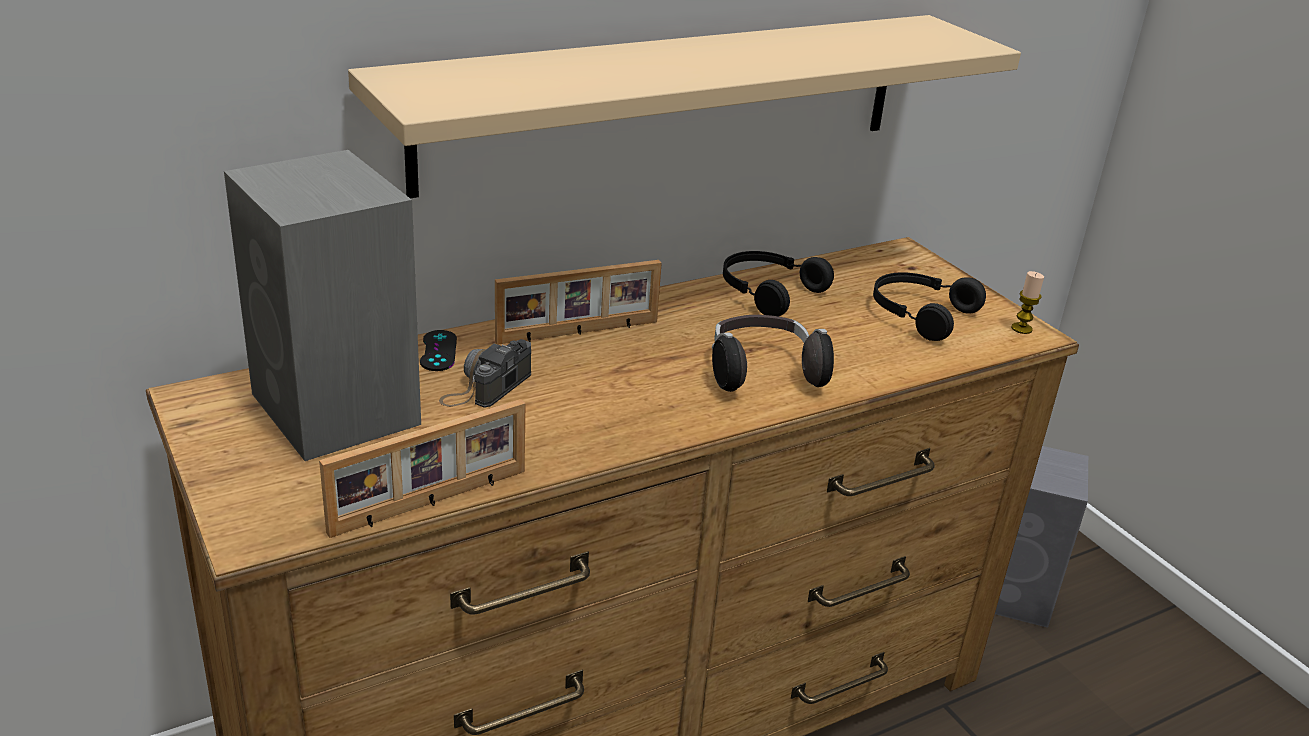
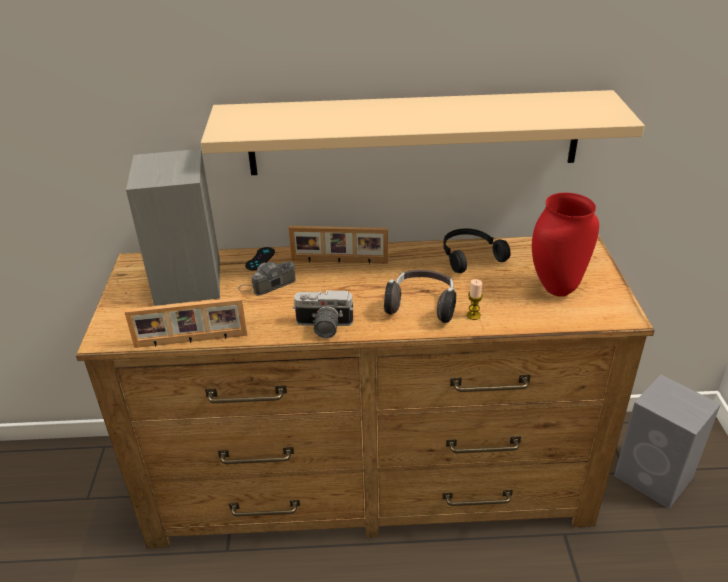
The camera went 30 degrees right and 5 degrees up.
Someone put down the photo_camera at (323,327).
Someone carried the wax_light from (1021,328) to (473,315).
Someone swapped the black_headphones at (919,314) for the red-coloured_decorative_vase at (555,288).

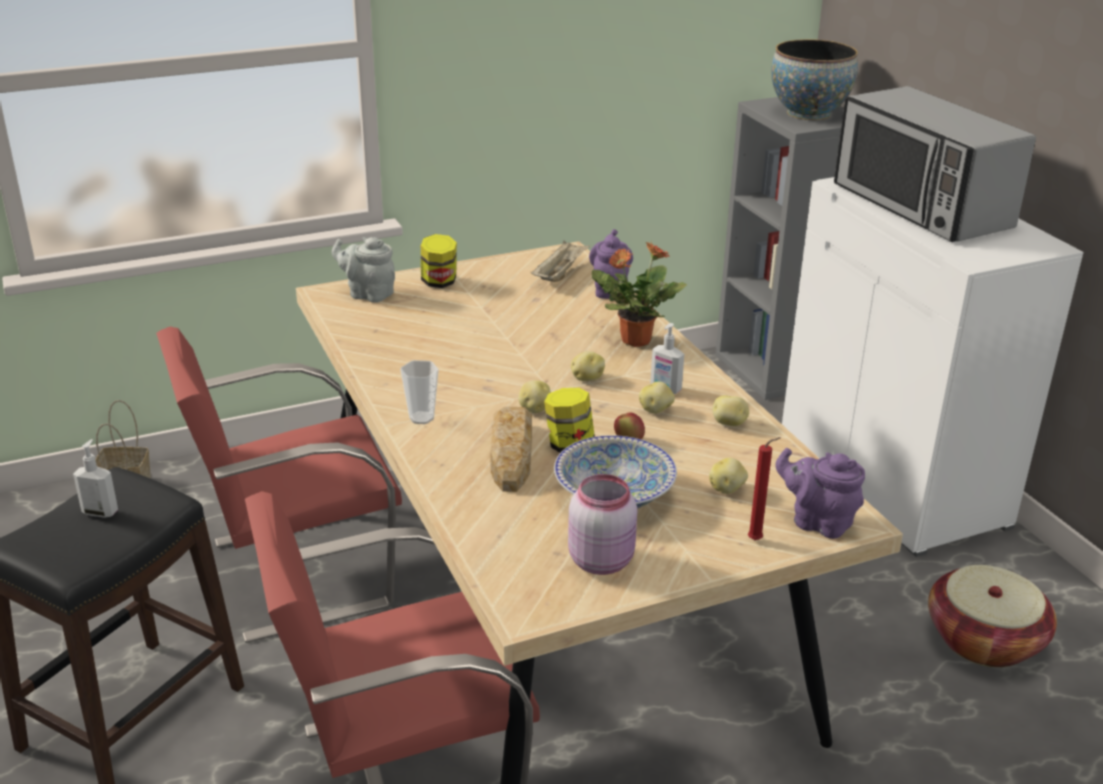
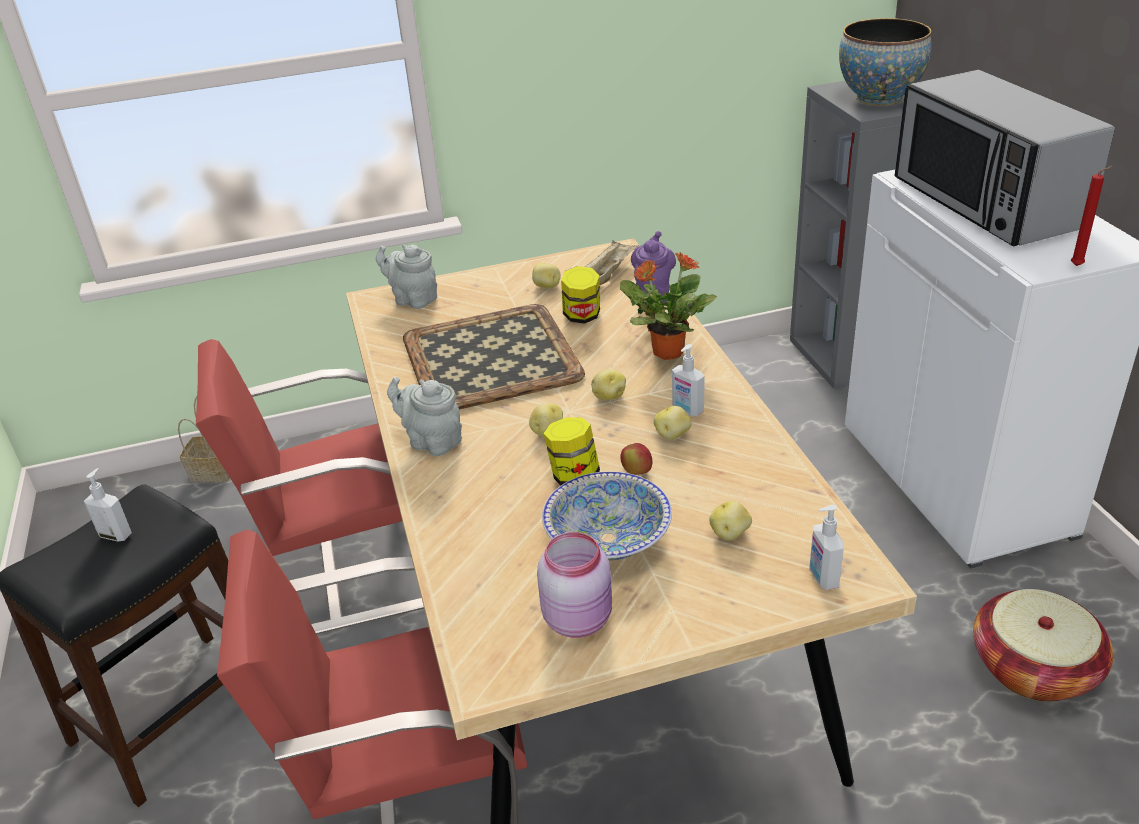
The camera went 10 degrees right and 5 degrees up.
Someone took away the bakery_bread at (511,455).
Someone put down the serving_tray at (493,358).
Someone carried the preserve_jar from (439,282) to (582,316).
Someone carried the whole_potato from (729,423) to (547,286).
Someone carried the red-coloured_wax_light from (757,540) to (1079,266).
Someone swapped the drinking_cup at (421,418) for the gray_teapot at (432,441).
Someone swapped the purplish_teapot at (817,522) for the soap_dispenser at (822,578).

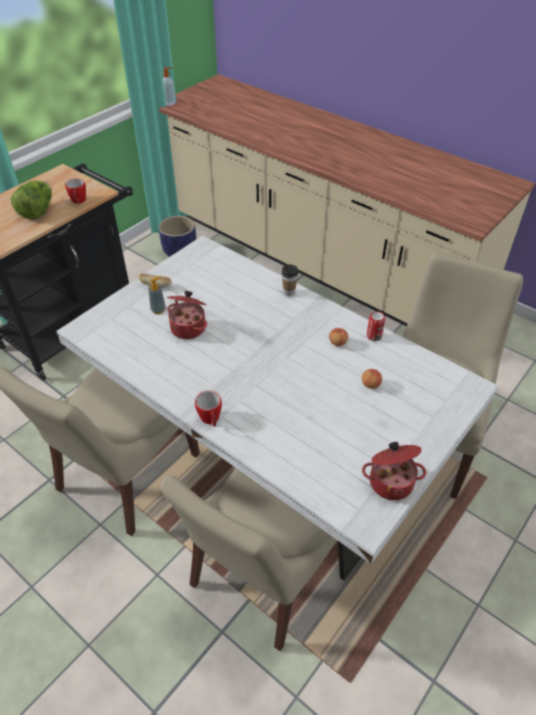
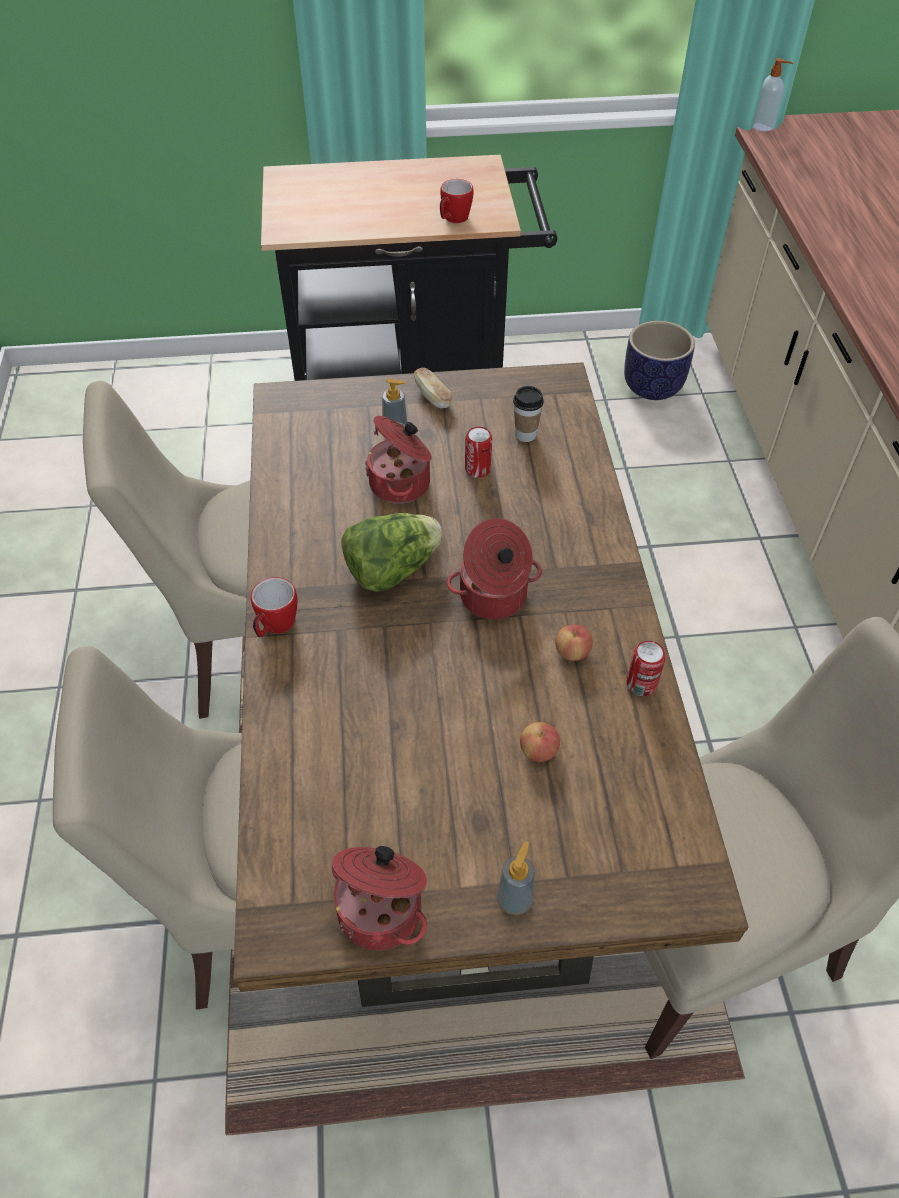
The camera went 45 degrees right and 5 degrees up.
Someone put down the cooking_pot at (493,597).
Someone put down the metal_can at (477,469).
Someone put down the soap_dispenser at (514,899).
Someone carried the head_of_lettuce from (38,211) to (392,570).
Someone carried the drinking_cup from (289,292) to (525,435).
Someone repainted the whitish_kitchen_table at (269,460), which became the brownish_kitchen_table at (451,765).

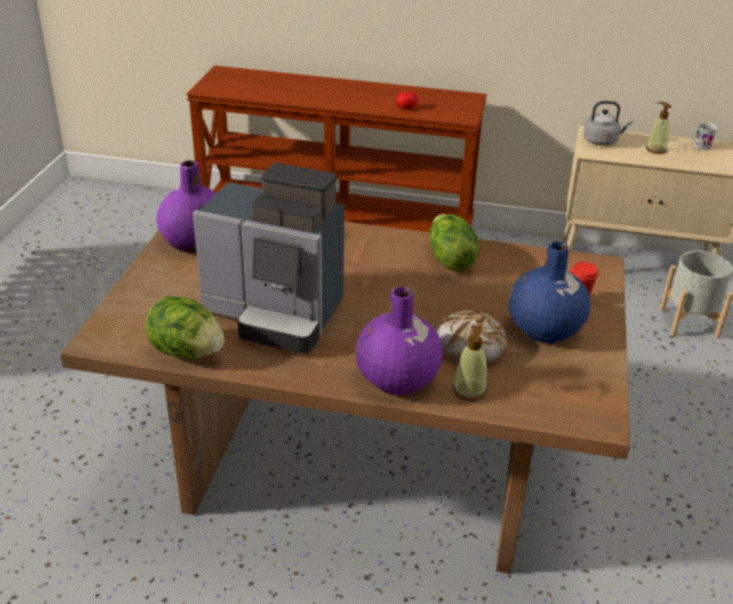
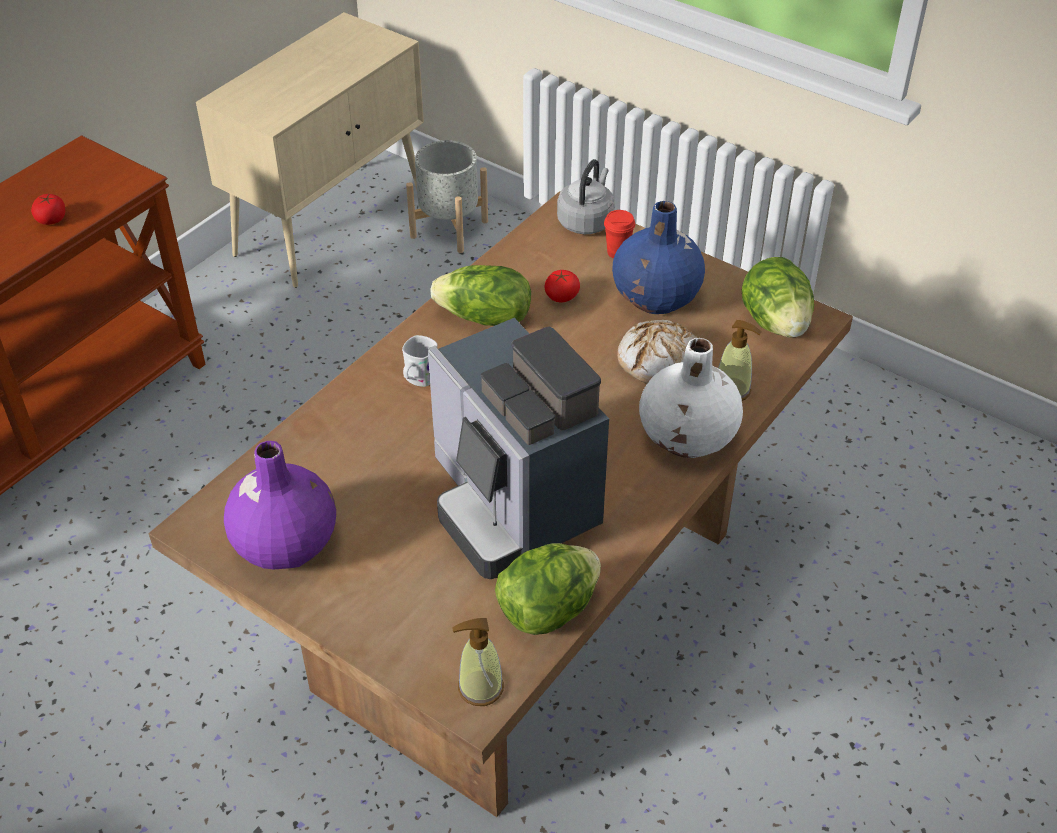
The camera went 65 degrees left and 10 degrees up.
Someone put down the fresh_tomato at (561,296).
Someone put down the head_of_lettuce at (775,323).
Someone carried the gray_water_kettle from (602,141) to (586,221).
Someone carried the soap_dispenser from (655,149) to (480,687).
Someone carried the whitish_tea_mug from (699,146) to (418,379).
Someone repainted the purplish_decorative_vase at (397,379), which became the whitish_decorative_vase at (688,437).
Someone rotated the coffee_brewer at (276,314) by 105 degrees clockwise.

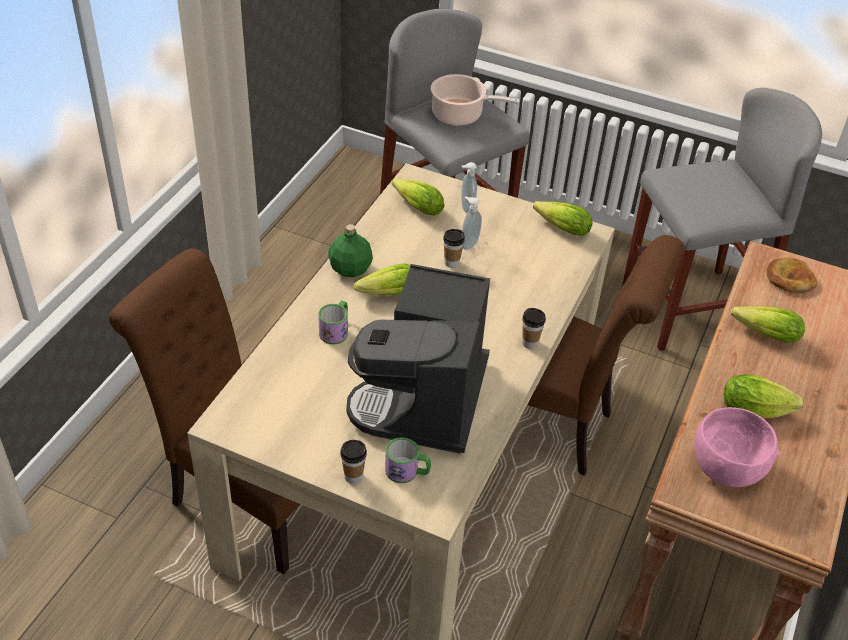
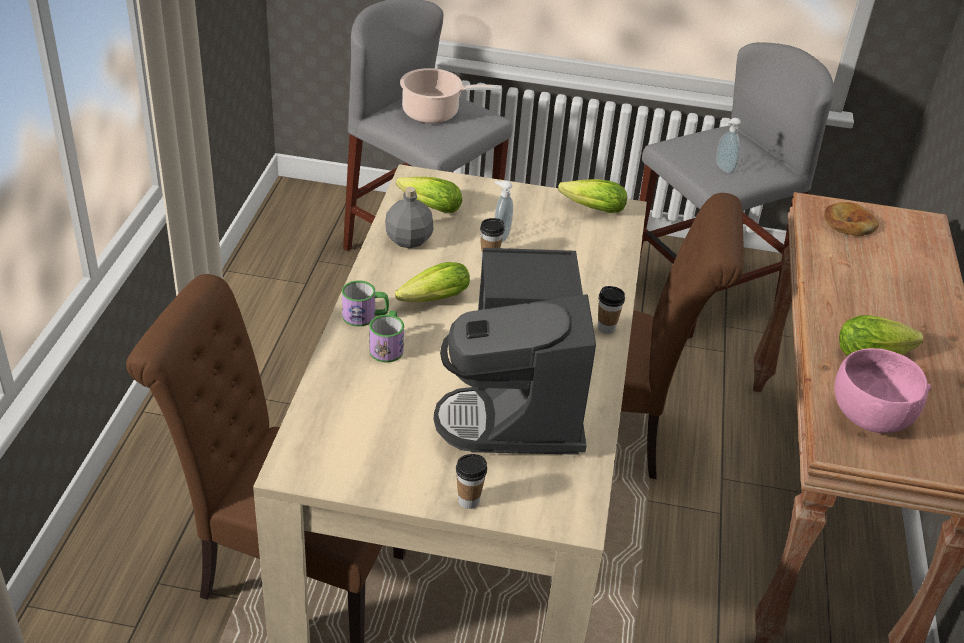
The camera went 15 degrees left and 5 degrees down.
Someone took away the green_beverage_bottle at (350,269).
Someone took away the head_of_lettuce at (762,333).
Someone put down the gray_beverage_bottle at (408,239).
Someone carried the tea_mug from (407,471) to (365,316).
Someone carried the soap_dispenser from (466,209) to (723,169).

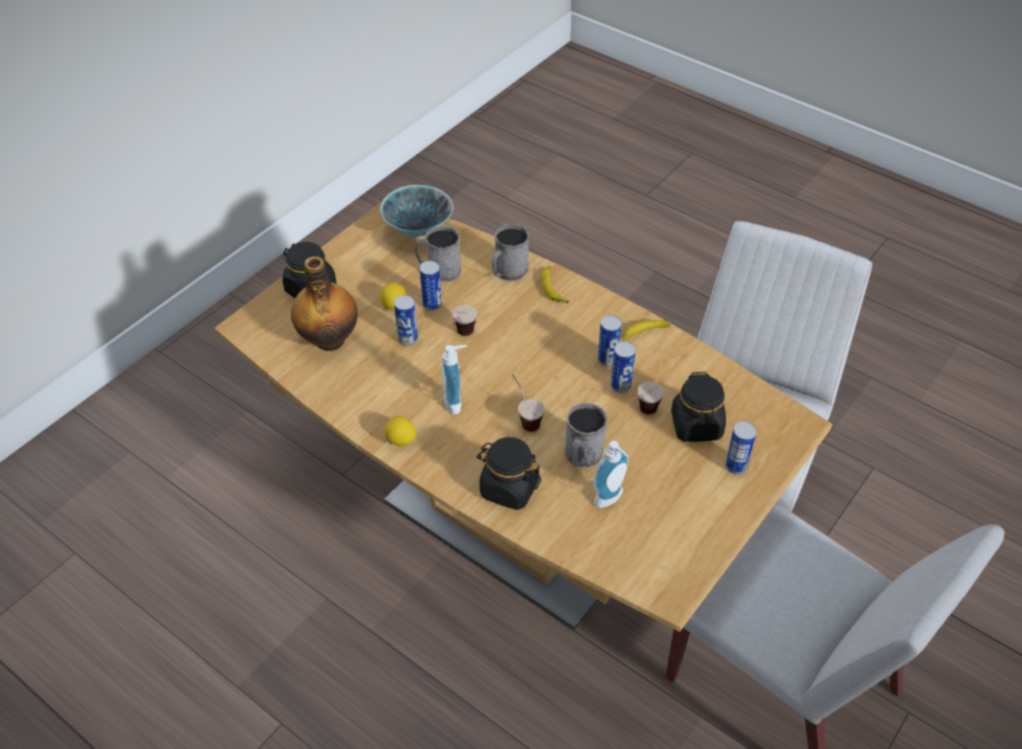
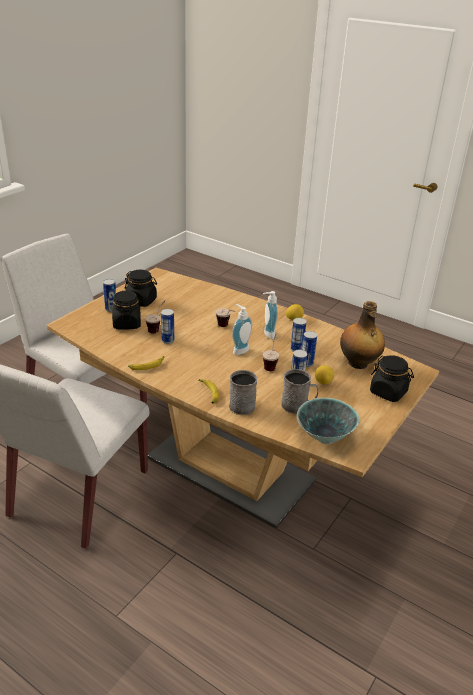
The camera went 175 degrees right and 15 degrees down.
Someone took away the gray_tea_mug at (582,456).
Someone carried the black_preserve_jar from (509,488) to (141,301).
Someone carried the soap_dispenser from (611,500) to (239,350).
Someone carried the metal_can from (607,359) to (296,349).

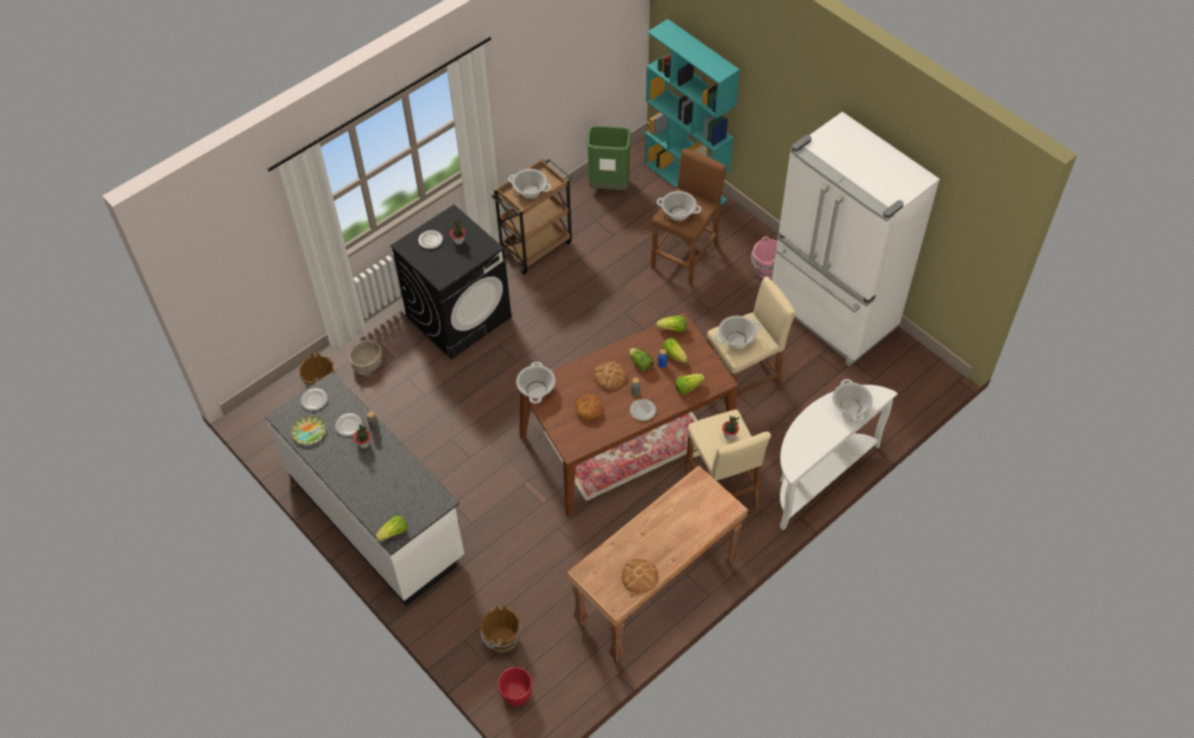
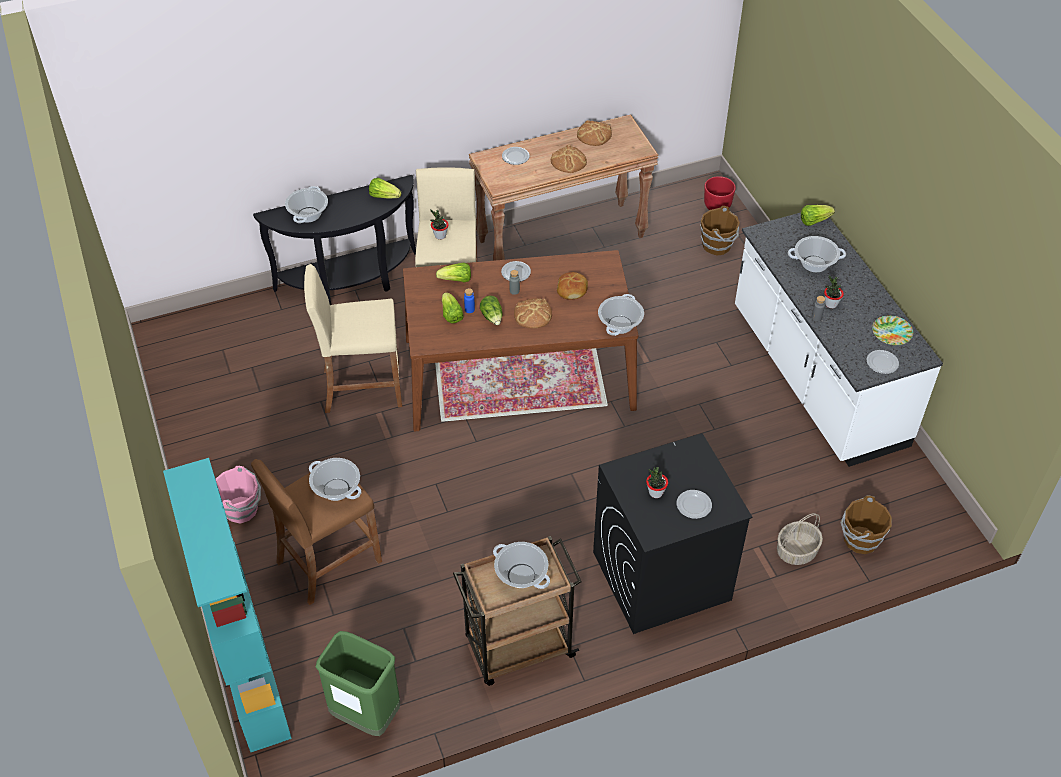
The camera went 160 degrees left and 5 degrees down.
Someone took away the whitish_refrigerator at (831,316).
Someone put down the bakery_bread at (568,161).
Someone carried the flat_dish from (349,425) to (515,157).
Someone carried the head_of_lettuce from (673,329) to (384,196).
Someone carried the cooking_pot from (736,339) to (814,264).
Someone repainted the whitish_hall_table at (817,475), which became the black_hall_table at (350,283).

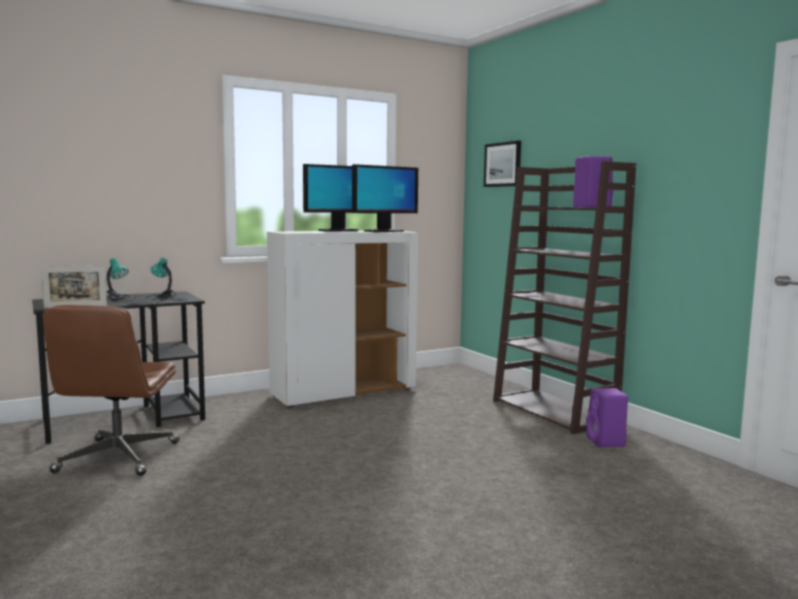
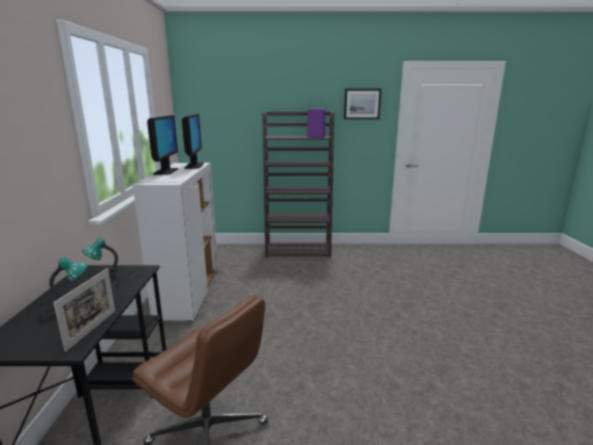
The camera went 60 degrees left and 10 degrees up.
Someone took away the purplish_speaker at (606,442).
Someone carried the wall_picture from (503,164) to (362,104).

